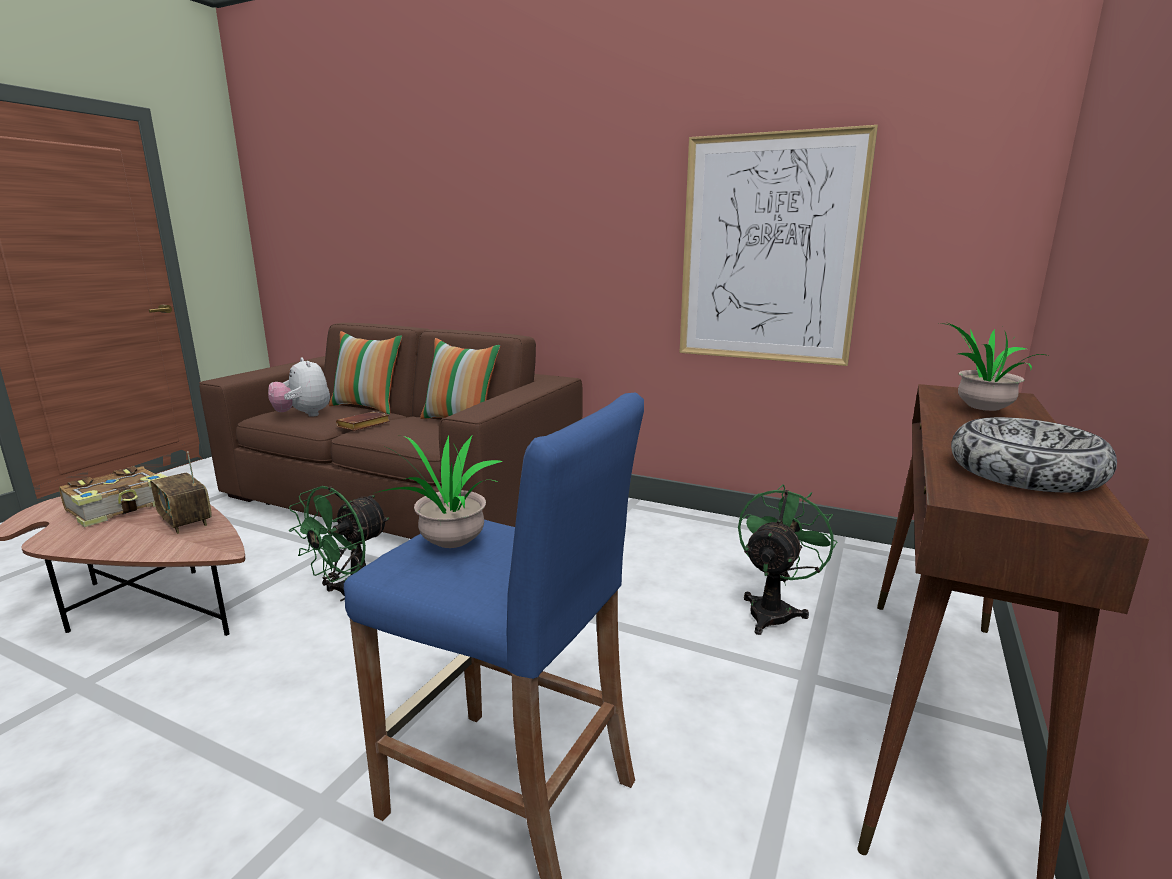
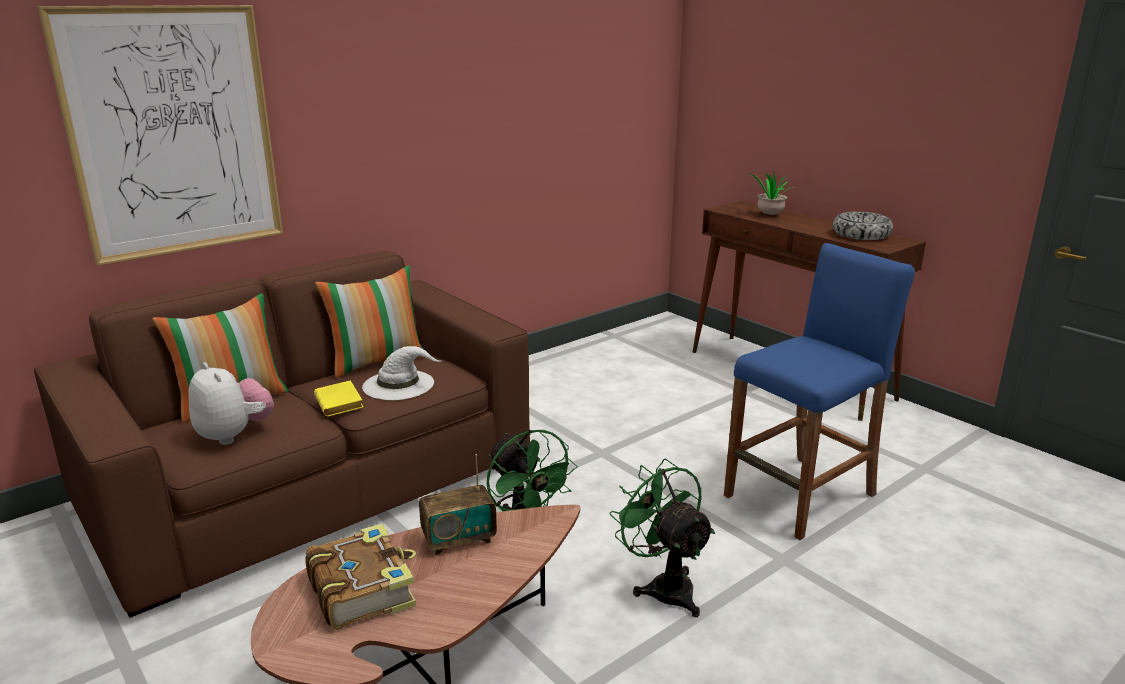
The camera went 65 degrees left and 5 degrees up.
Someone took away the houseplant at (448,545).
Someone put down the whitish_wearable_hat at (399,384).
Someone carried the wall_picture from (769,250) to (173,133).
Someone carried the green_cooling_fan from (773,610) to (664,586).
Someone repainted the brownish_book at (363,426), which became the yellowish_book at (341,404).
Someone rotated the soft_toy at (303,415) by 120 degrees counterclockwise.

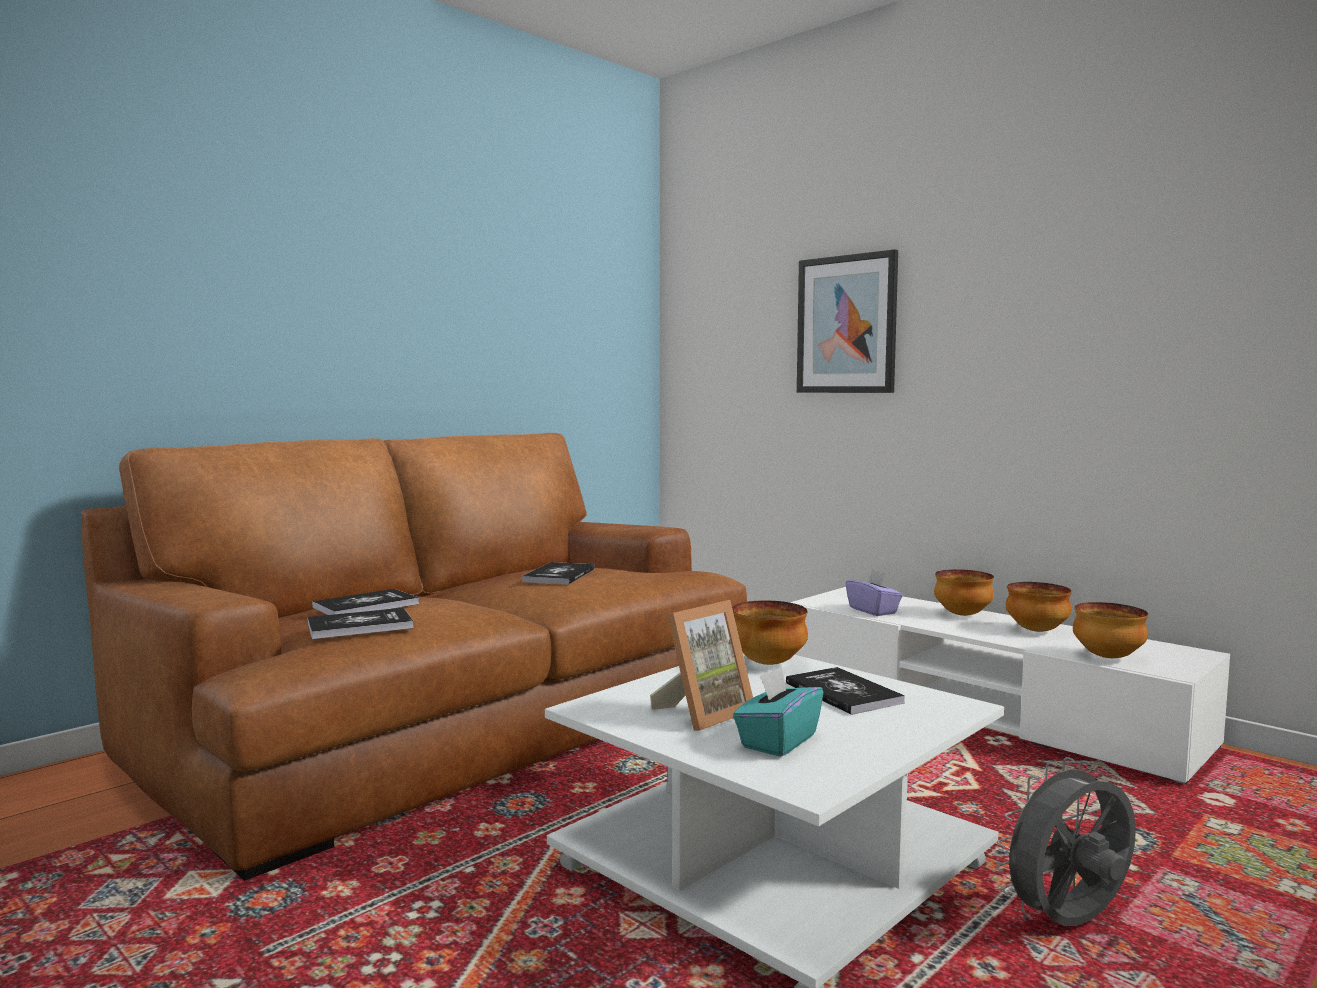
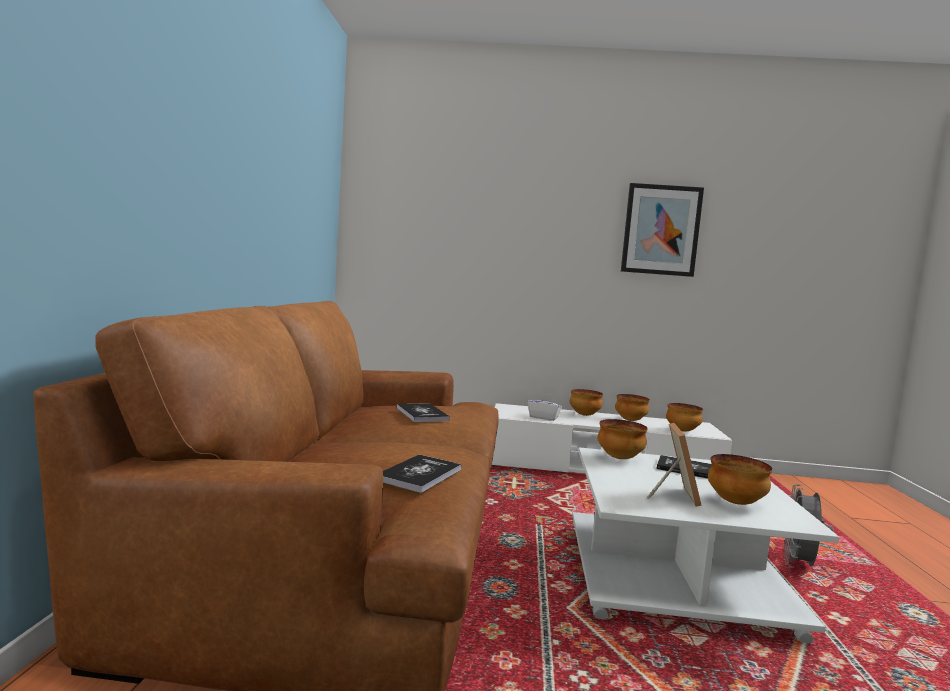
The camera went 40 degrees left and 0 degrees up.
Someone took away the book at (366,606).
Someone carried the wall_picture from (846,324) to (661,230).
Someone swapped the turquoise-coloured_tissue_box at (777,741) for the bowl at (736,503).
Someone repainted the purplish_tissue_box at (873,611), which became the whitish_tissue_box at (543,417).

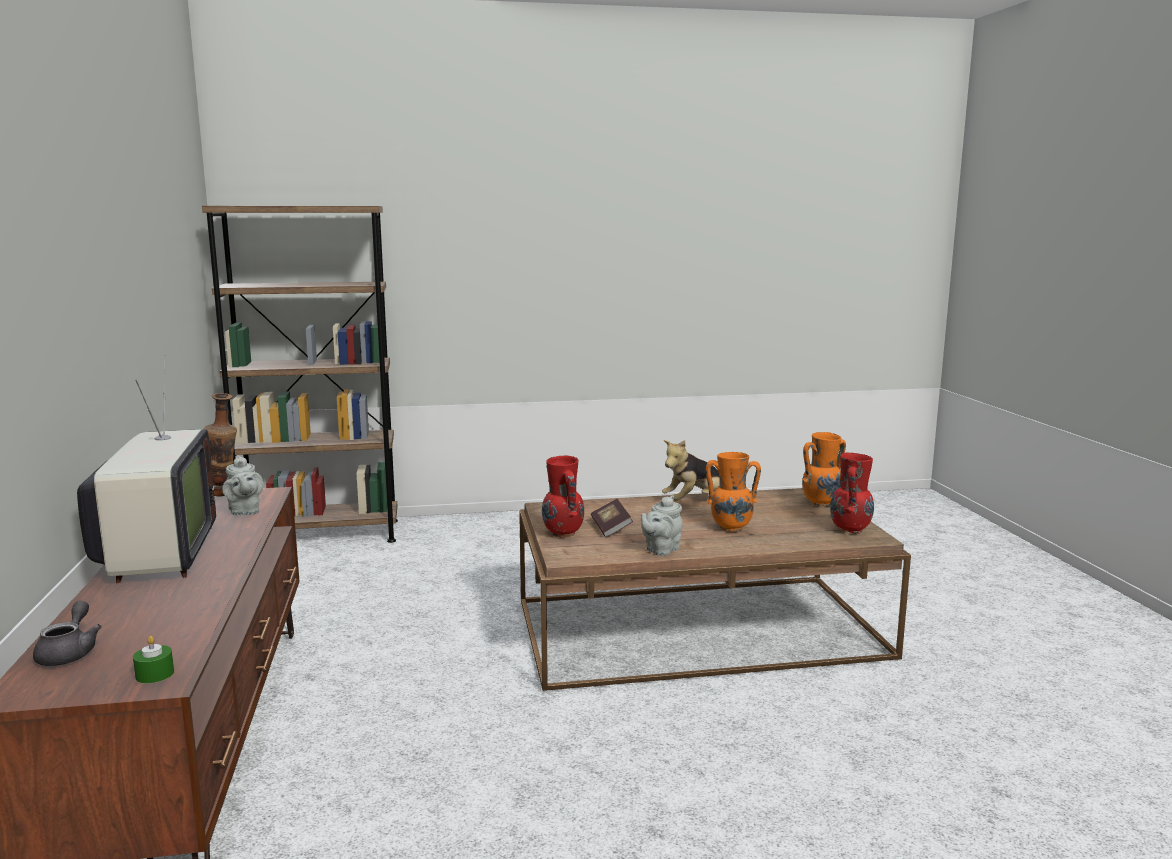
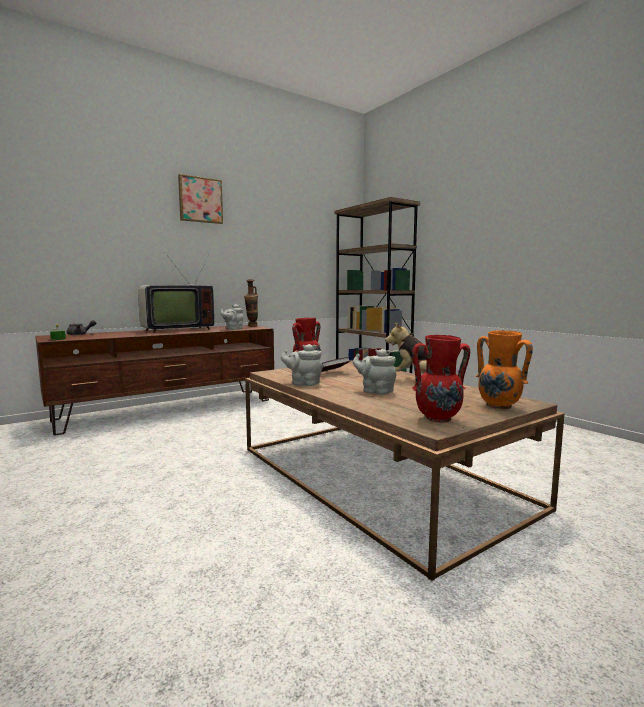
The camera went 65 degrees right and 5 degrees down.
Someone put up the wall_picture at (200,200).
Someone swapped the orange_decorative_vase at (730,528) for the gray_teapot at (375,391).

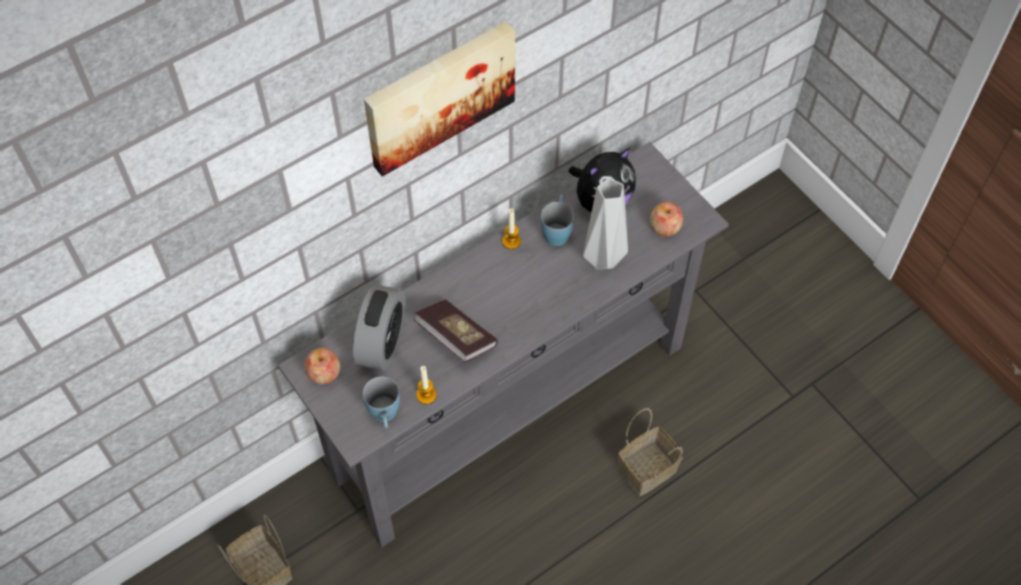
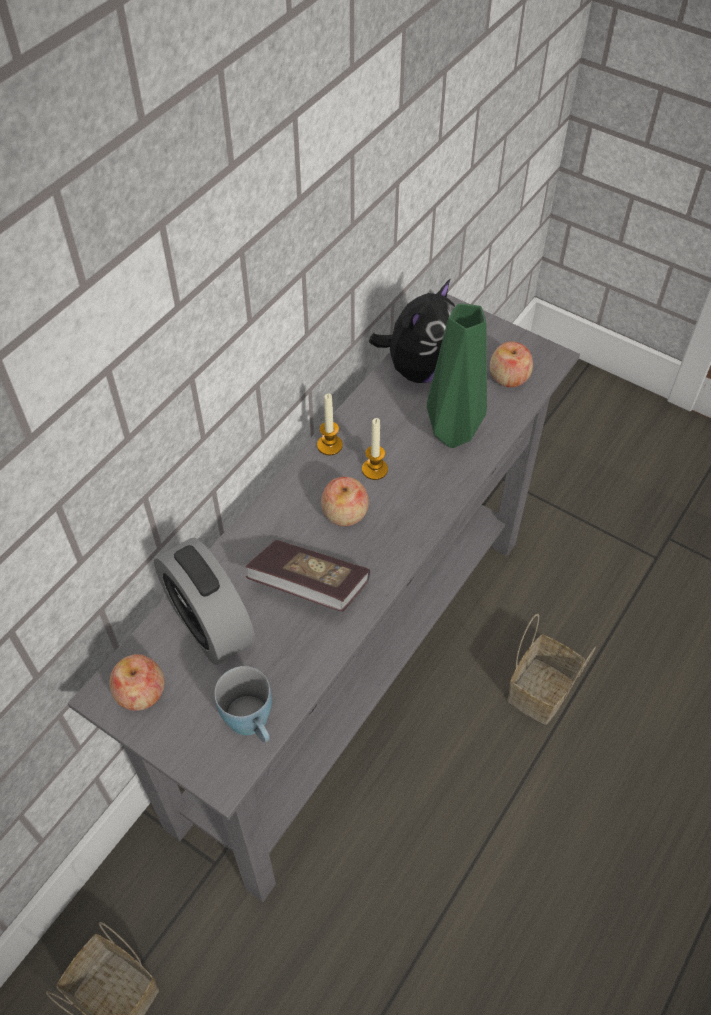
The camera went 20 degrees left and 5 degrees down.
Someone took away the wall_picture at (438,94).
Someone took away the blue_tea_mug at (557,230).
Someone put down the whole_apple at (345,513).
Someone carried the wax_light from (426,395) to (374,469).
Someone repainted the gray_decorative_vase at (603,260), which became the green_decorative_vase at (454,435).
Someone rotated the bedside_clock at (382,342) by 150 degrees clockwise.

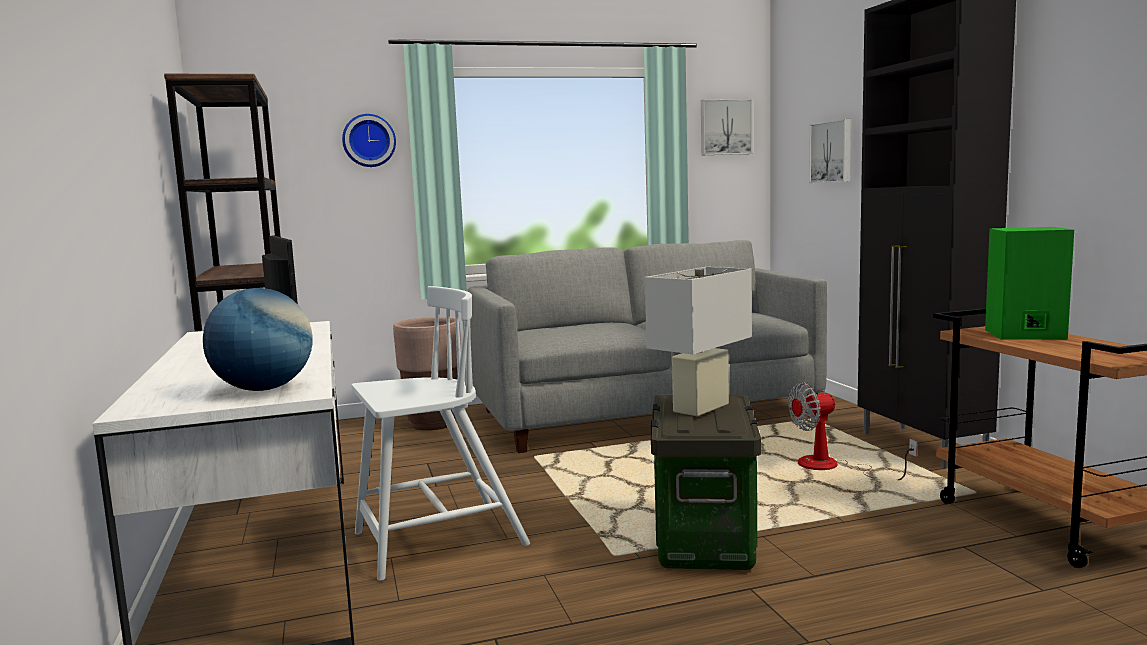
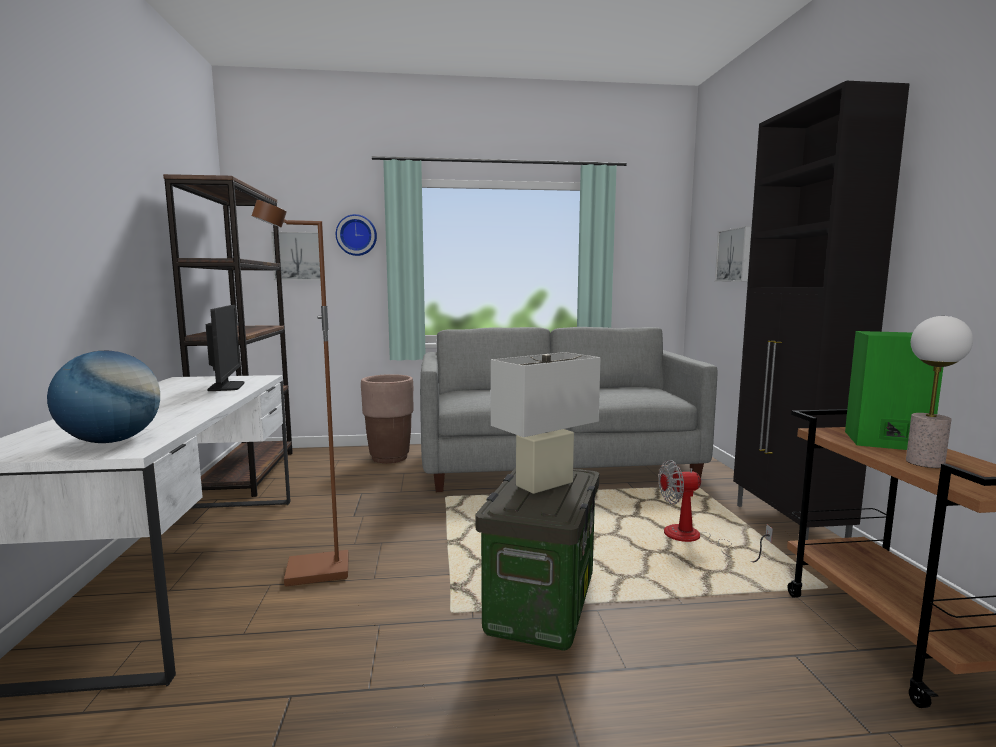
The camera went 10 degrees right and 0 degrees up.
Someone put down the lamp_for_a_table at (924,463).
Someone carried the wall_picture from (725,127) to (298,256).
Someone swapped the whitish_upright_chair at (436,540) for the brownish_floor_lamp at (317,572).

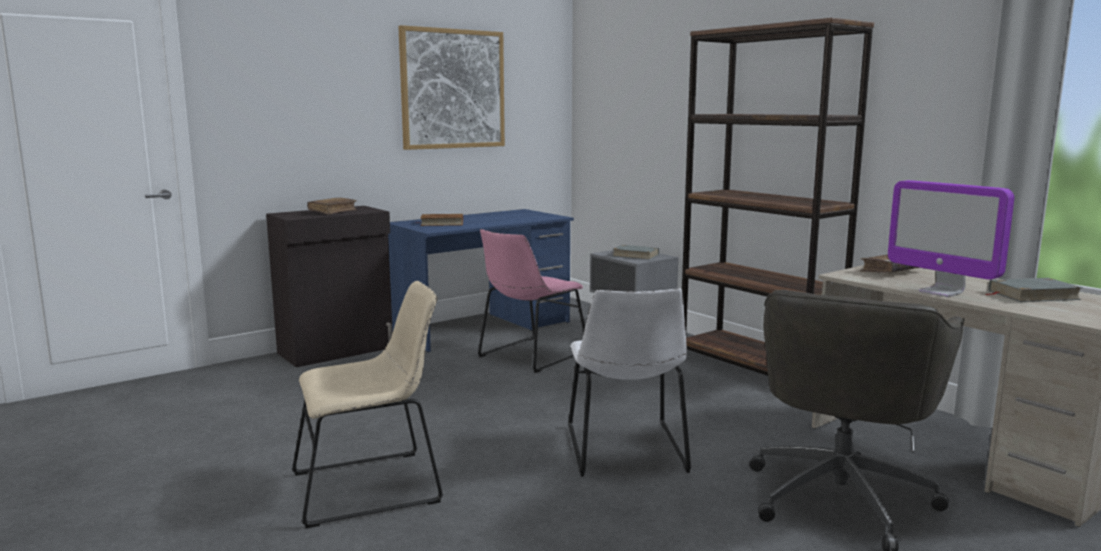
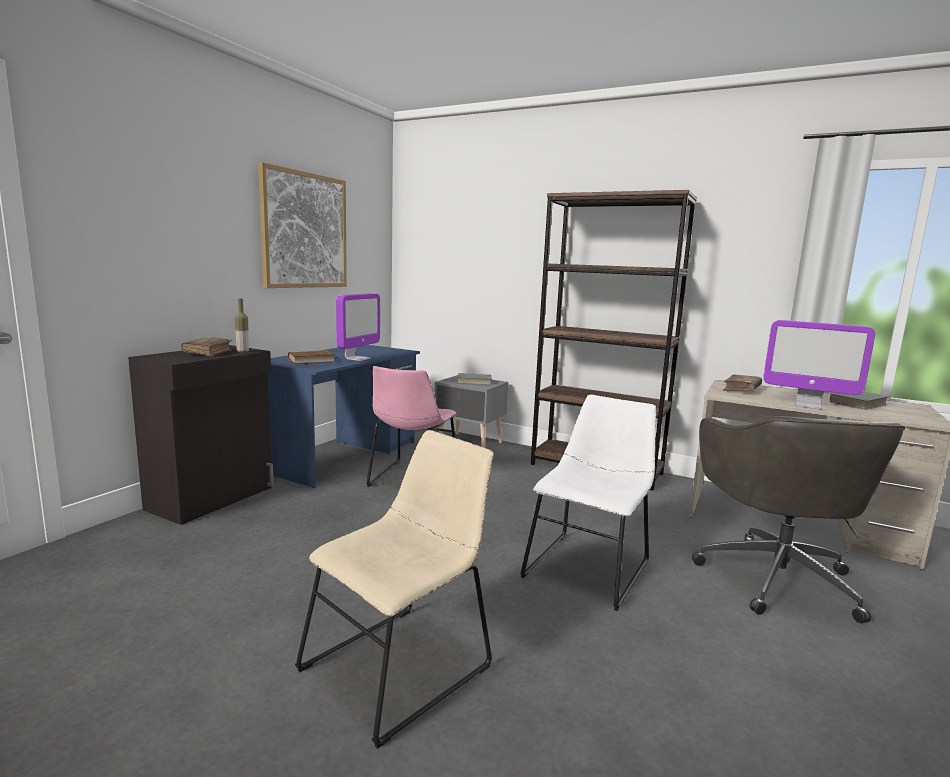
The camera went 25 degrees left and 0 degrees up.
Someone put down the beverage_bottle at (243,352).
Someone put down the monitor at (357,359).
Someone rotated the whitish_upright_chair at (626,451) by 120 degrees counterclockwise.

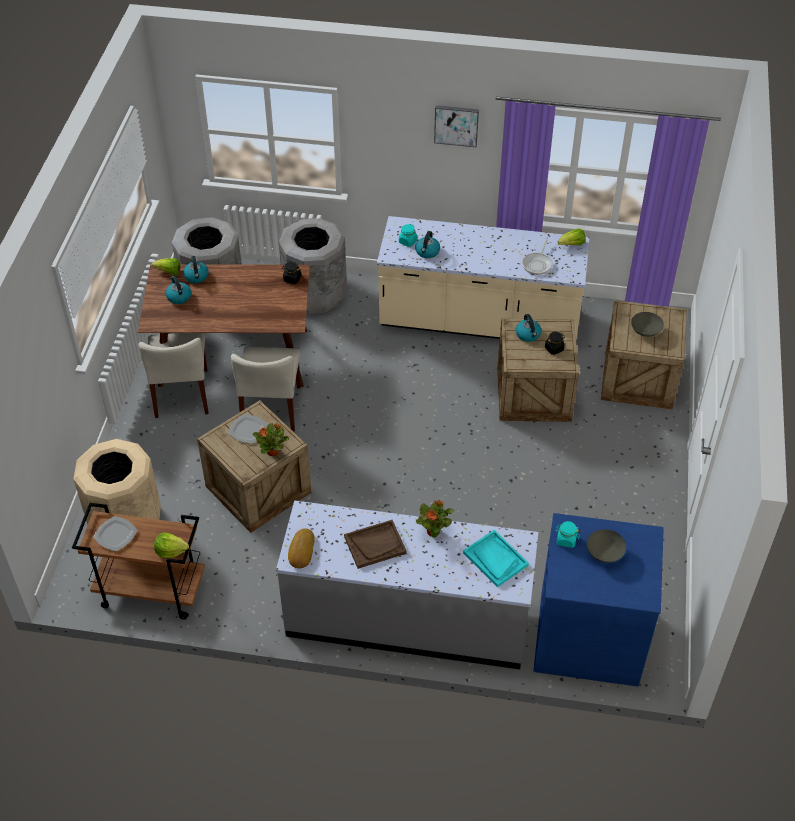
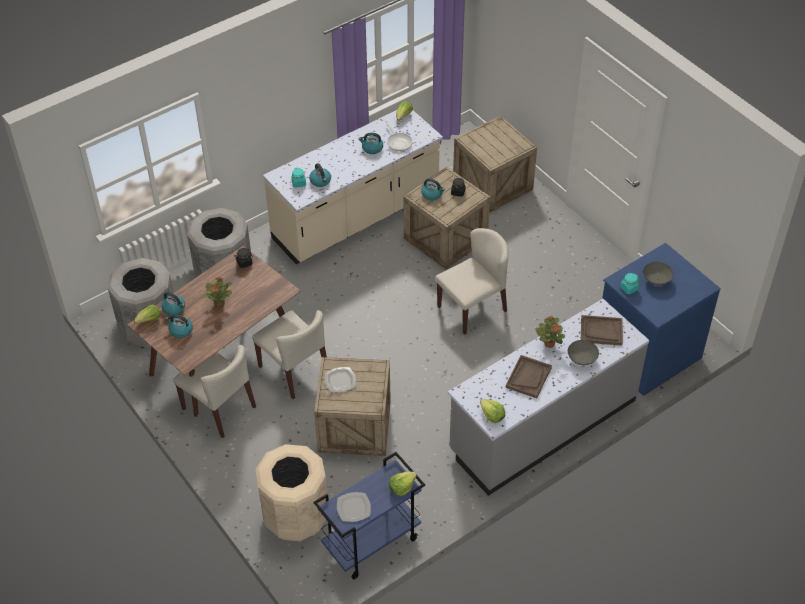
The camera went 45 degrees left and 0 degrees up.
Someone took away the wall_picture at (456,125).
Someone put down the water_kettle at (372,148).
Someone put down the sand-coloured_upright_chair at (472,308).
Someone carried the houseplant from (273,451) to (219,303).
Someone carried the gray_bowl from (645,331) to (581,359).
Someone swapped the bakery_bread at (301,551) for the head_of_lettuce at (492,415).
Someone repainted the brownish_trolley at (150,592), which became the blue_trolley at (371,543).
Someone repainted the turquoise-coloured_serving_tray at (495,559), which became the brownish_serving_tray at (601,331).

